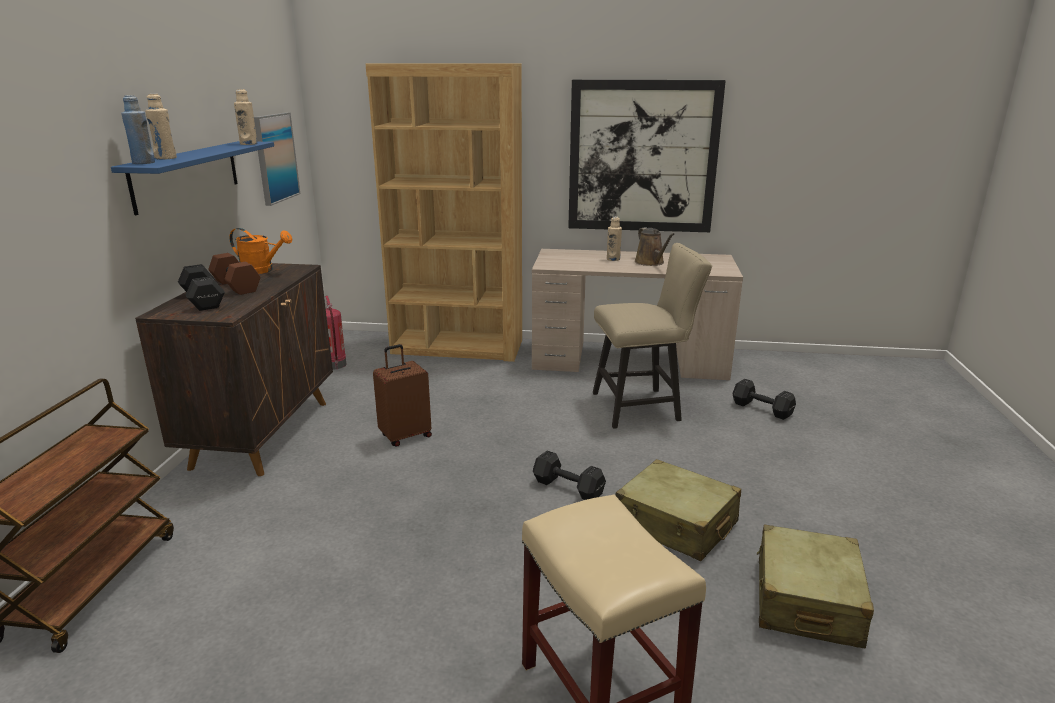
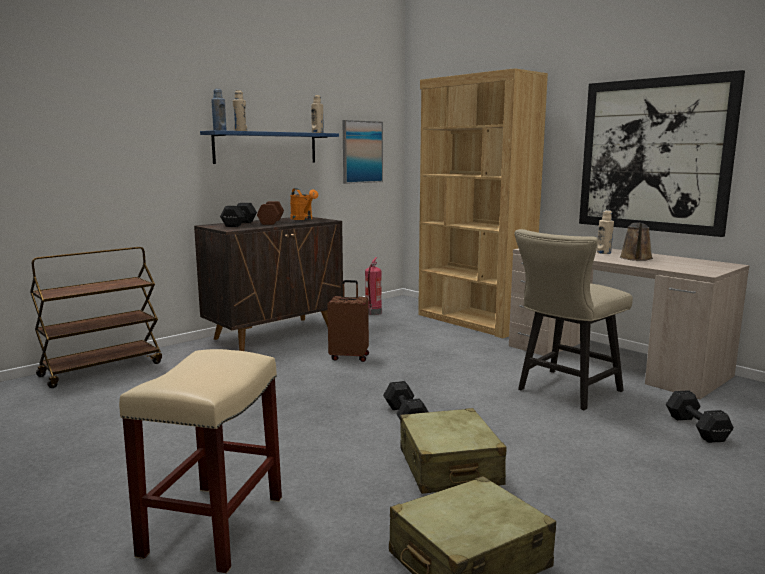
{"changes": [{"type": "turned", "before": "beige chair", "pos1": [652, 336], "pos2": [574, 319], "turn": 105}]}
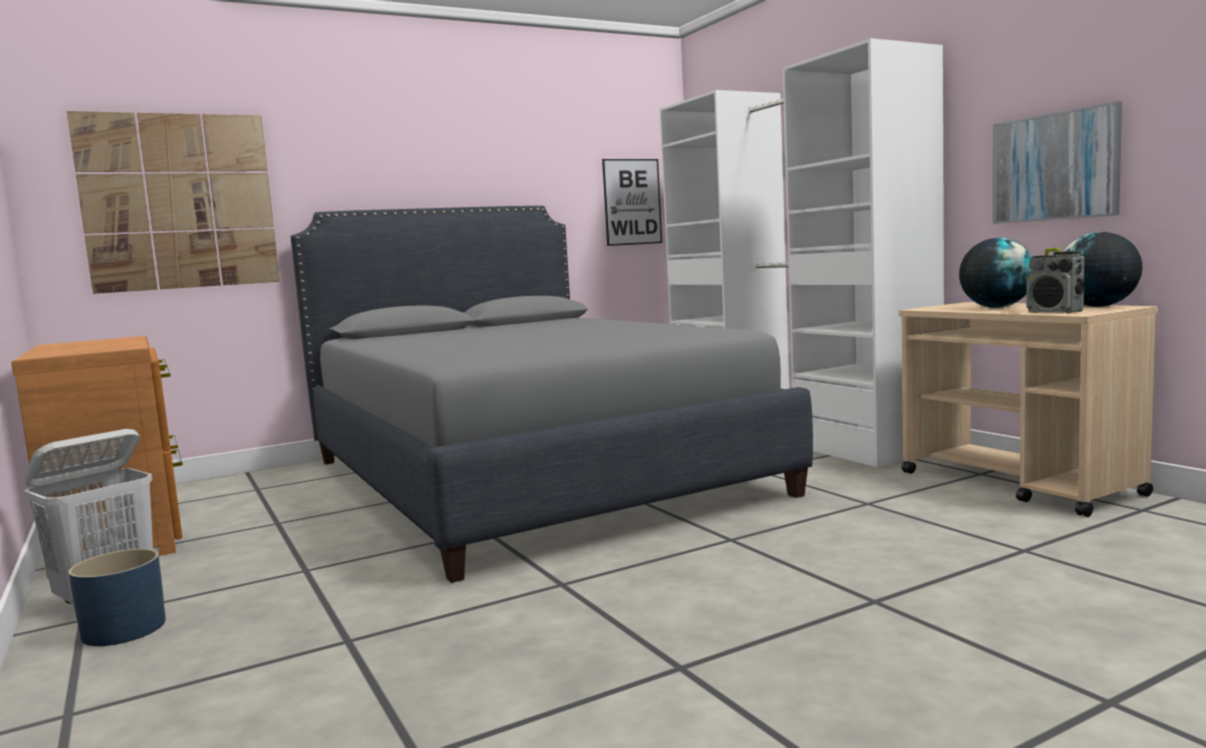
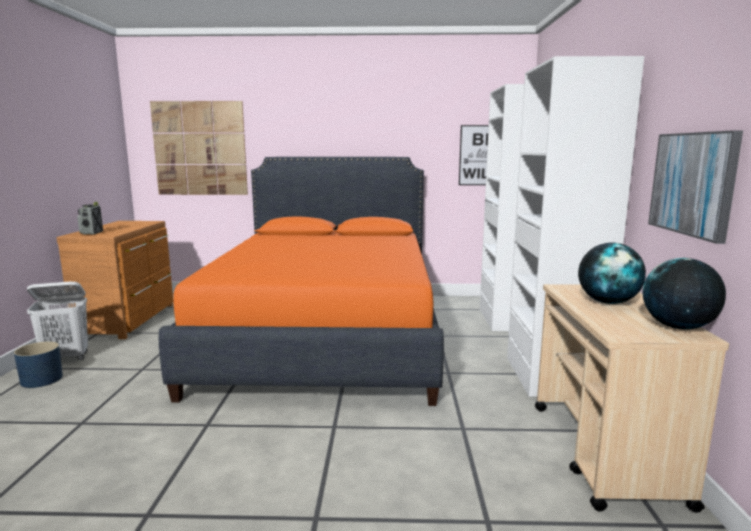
{"changes": [{"type": "moved", "before": "radio", "pos1": [1055, 280], "pos2": [90, 218]}, {"type": "recoloured", "before": "grey bed", "after": "orange bed", "pos1": [552, 394], "pos2": [301, 281]}]}
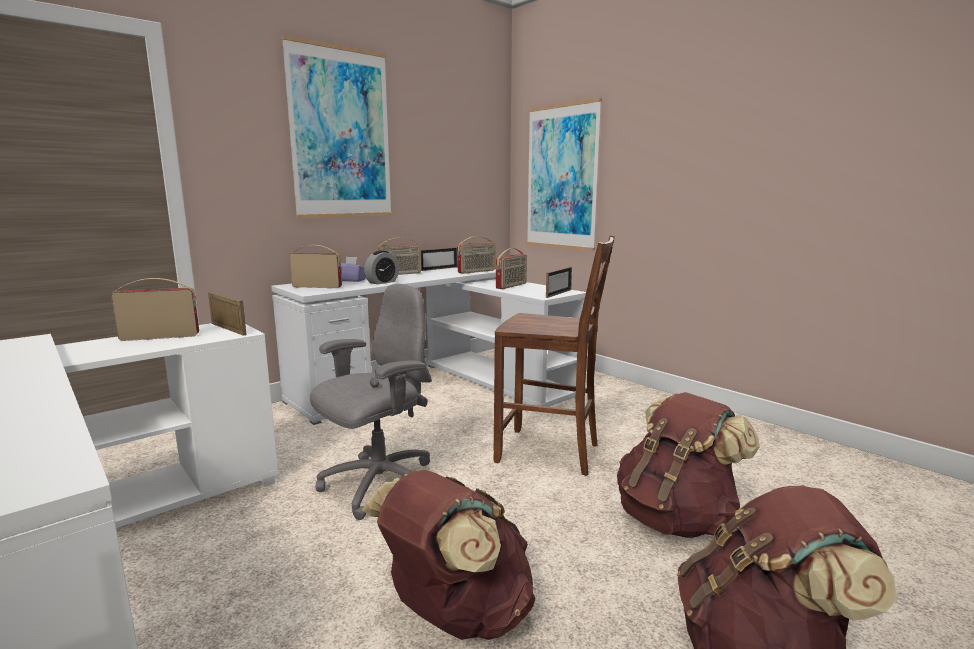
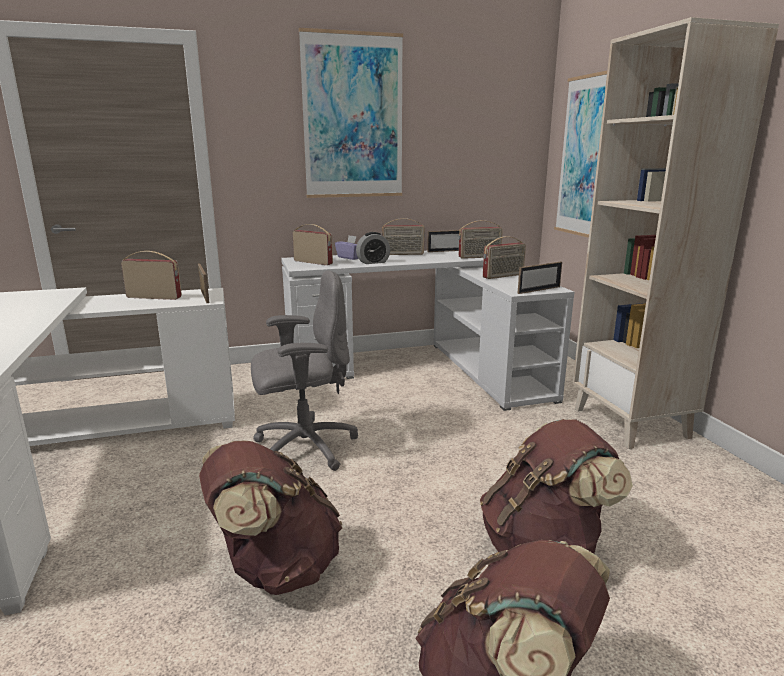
{"changes": [{"type": "removed", "before": "brown chair", "pos1": [554, 356]}, {"type": "added", "after": "beige bookcase", "pos2": [676, 233]}]}
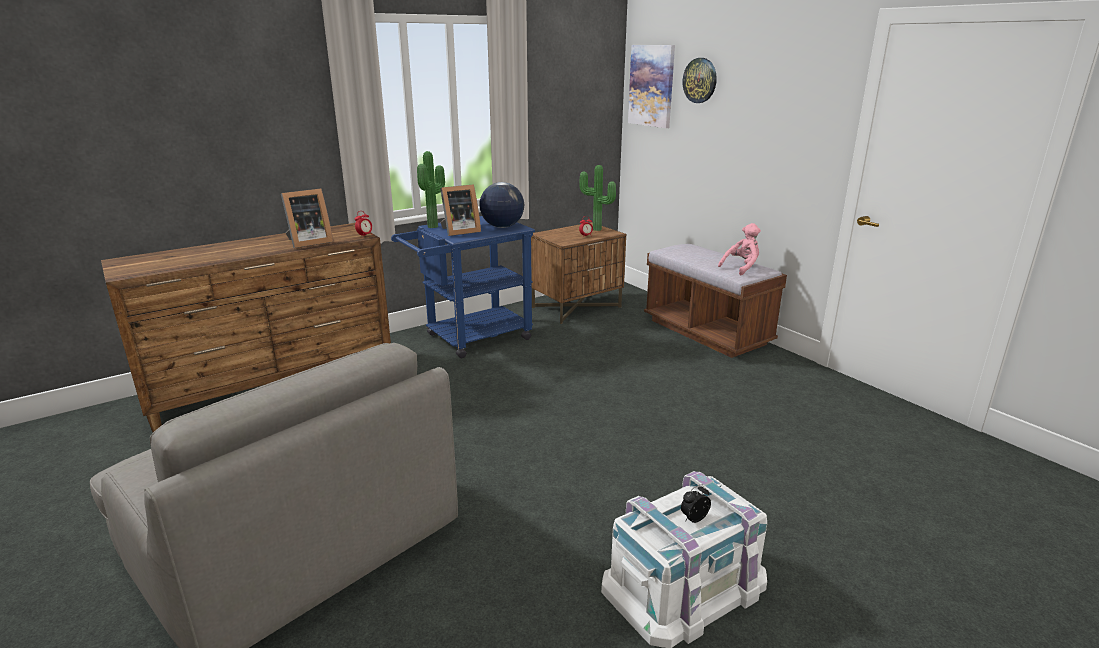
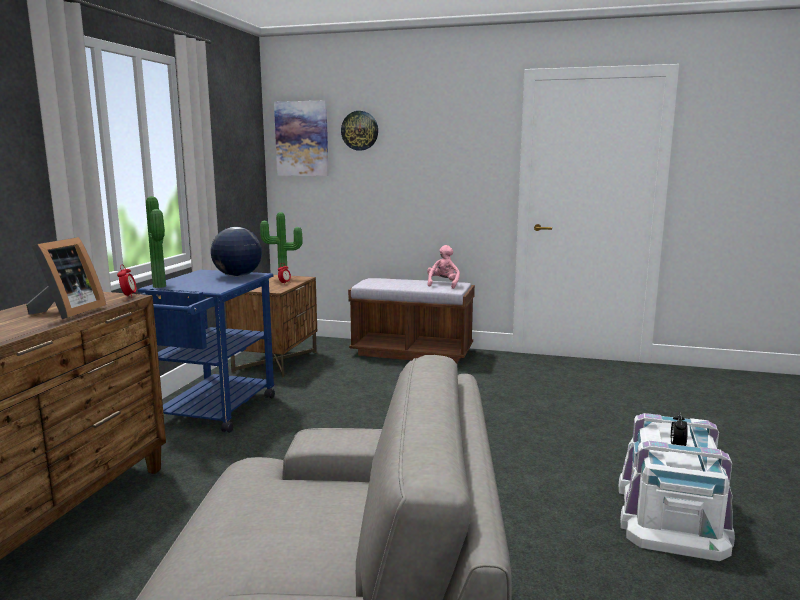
{"changes": [{"type": "removed", "before": "picture frame", "pos1": [460, 210]}]}
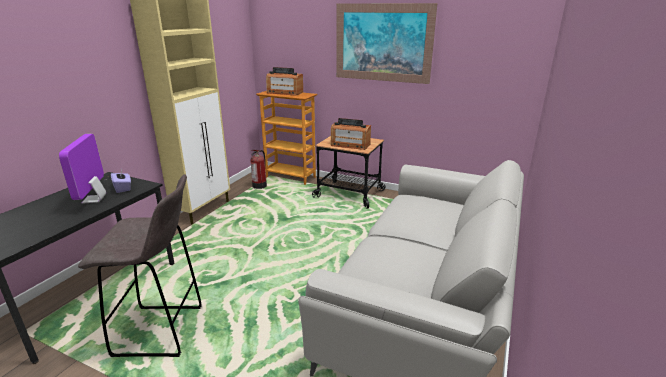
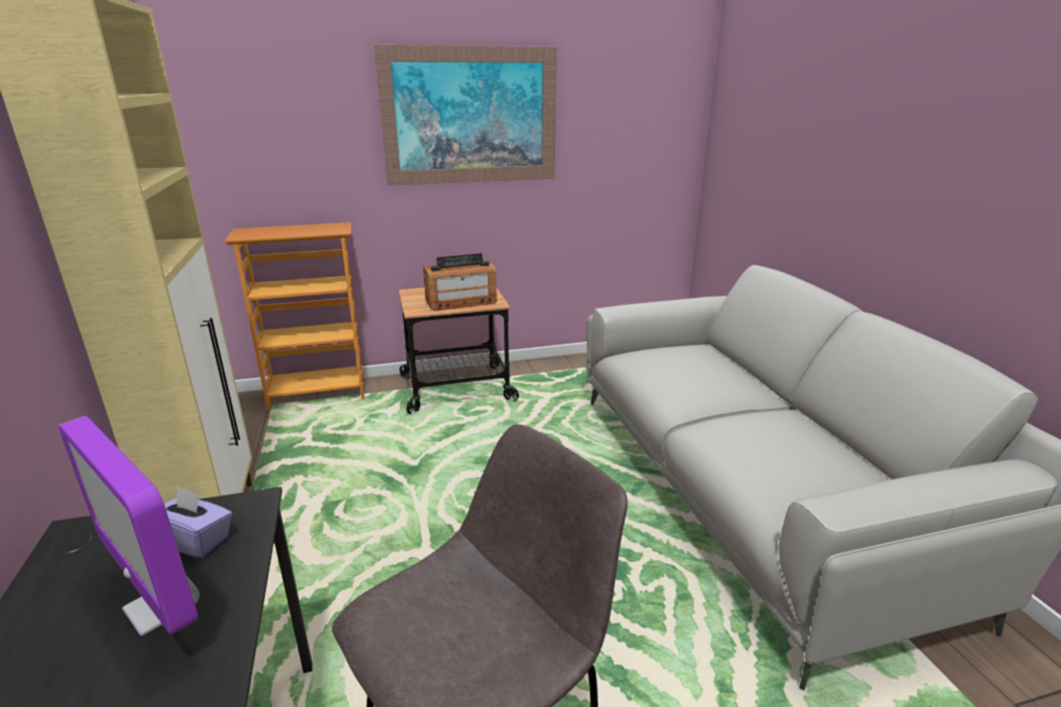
{"changes": [{"type": "removed", "before": "fire extinguisher", "pos1": [258, 169]}, {"type": "removed", "before": "radio", "pos1": [284, 81]}]}
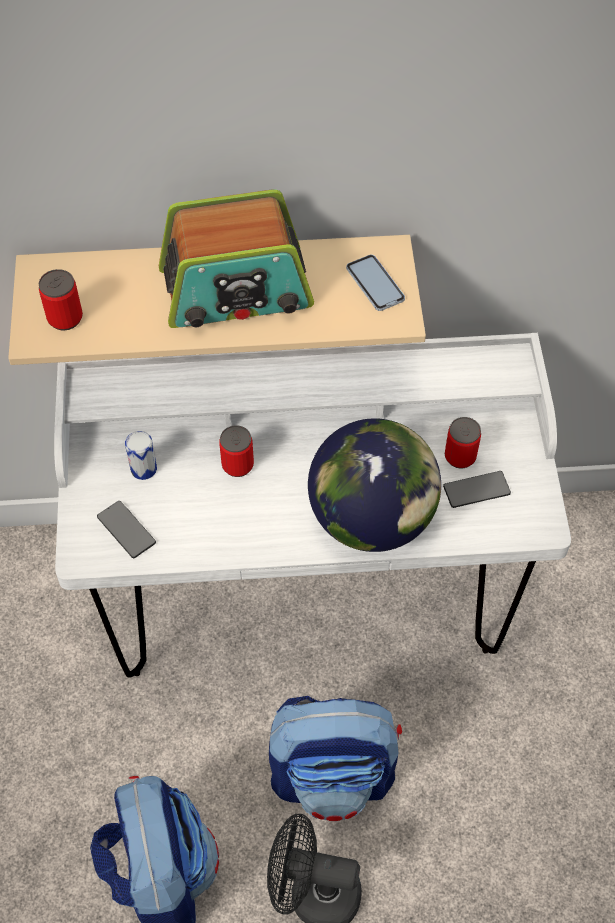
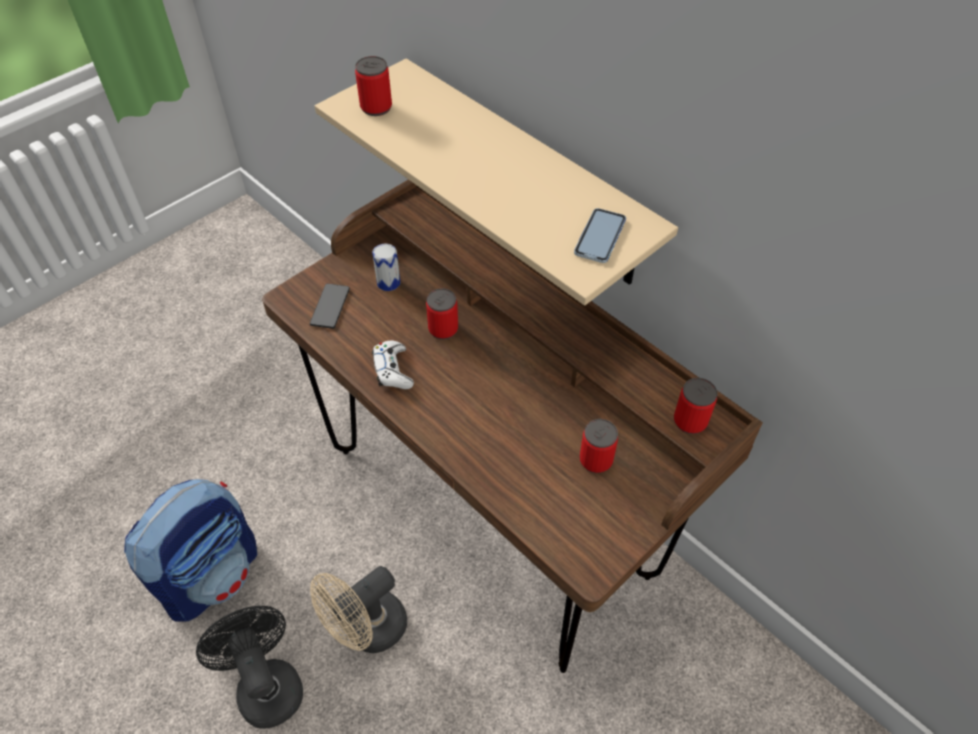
{"changes": [{"type": "removed", "before": "radio", "pos1": [236, 258]}, {"type": "removed", "before": "globe", "pos1": [374, 485]}, {"type": "removed", "before": "phone", "pos1": [477, 489]}, {"type": "added", "after": "white game controller", "pos2": [393, 364]}, {"type": "added", "after": "can", "pos2": [695, 406]}, {"type": "replaced", "before": "backpack", "after": "beige fan", "pos1": [335, 758], "pos2": [358, 609]}, {"type": "recoloured", "before": "white desk", "after": "brown desk", "pos1": [312, 505], "pos2": [512, 426]}]}
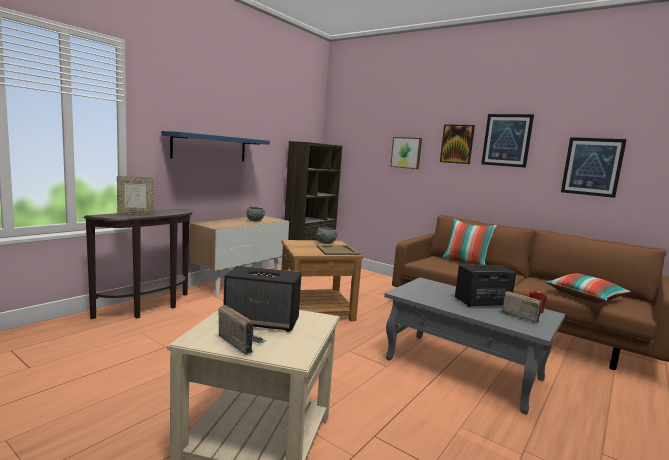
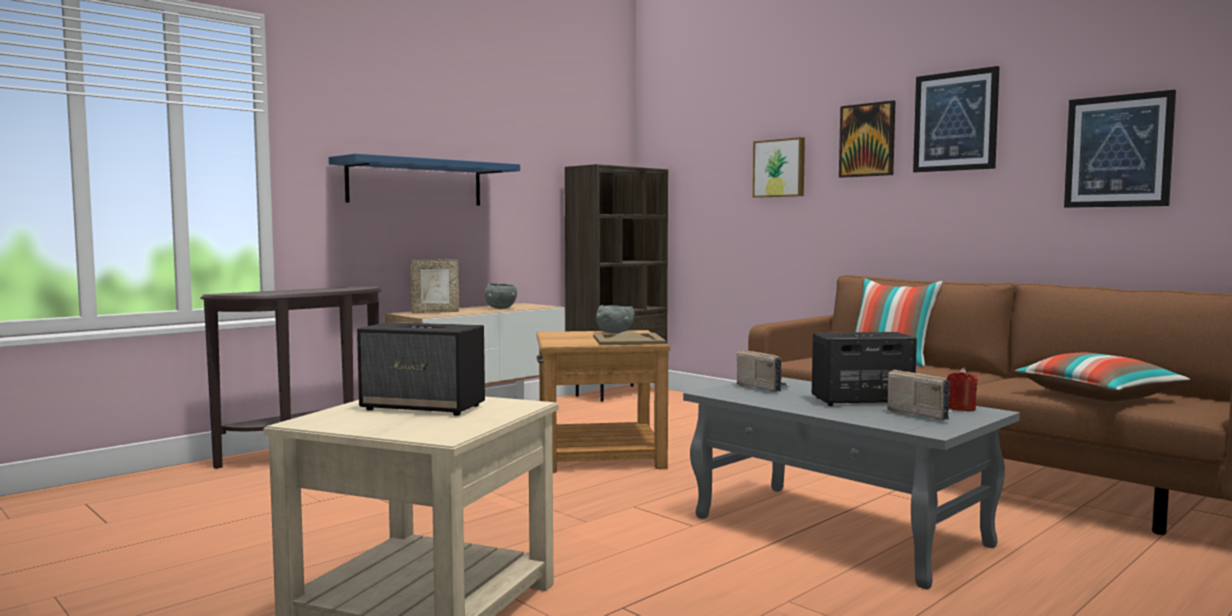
{"changes": [{"type": "moved", "before": "picture frame", "pos1": [135, 195], "pos2": [434, 286]}, {"type": "moved", "before": "radio", "pos1": [242, 330], "pos2": [764, 371]}]}
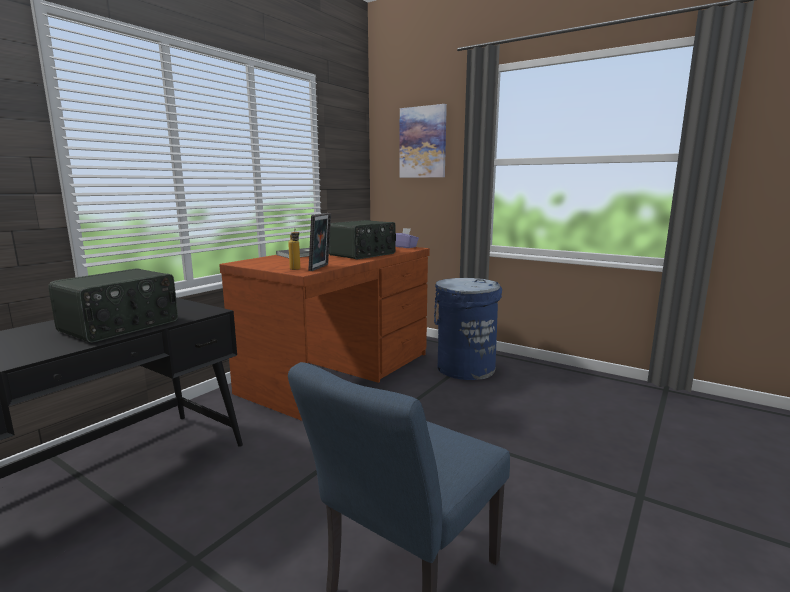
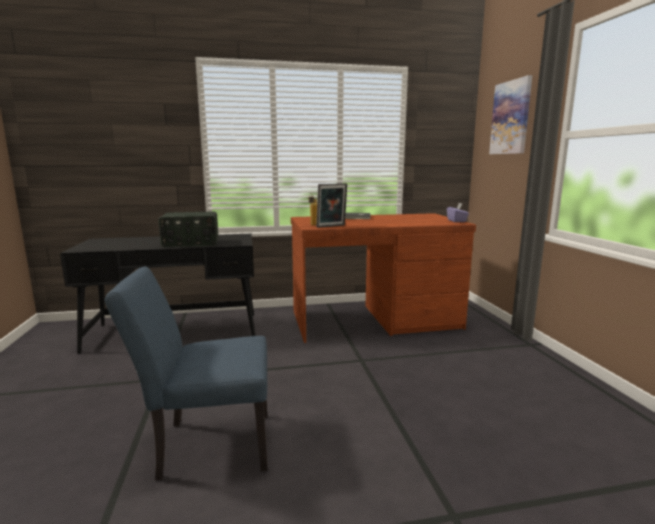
{"changes": [{"type": "removed", "before": "radio", "pos1": [362, 239]}, {"type": "removed", "before": "blue trash can", "pos1": [468, 329]}]}
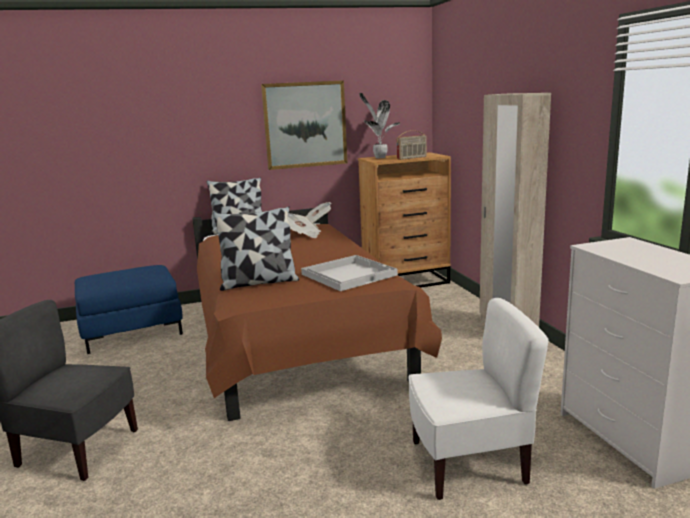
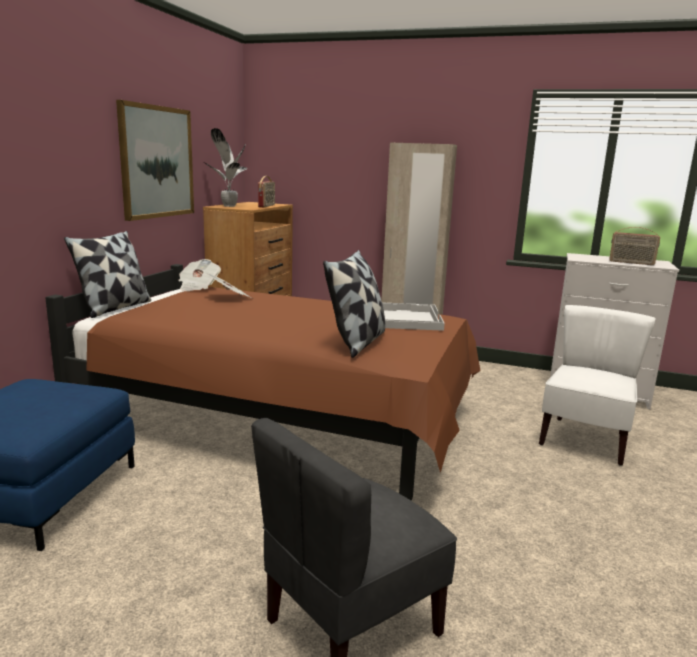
{"changes": [{"type": "added", "after": "radio", "pos2": [634, 246]}]}
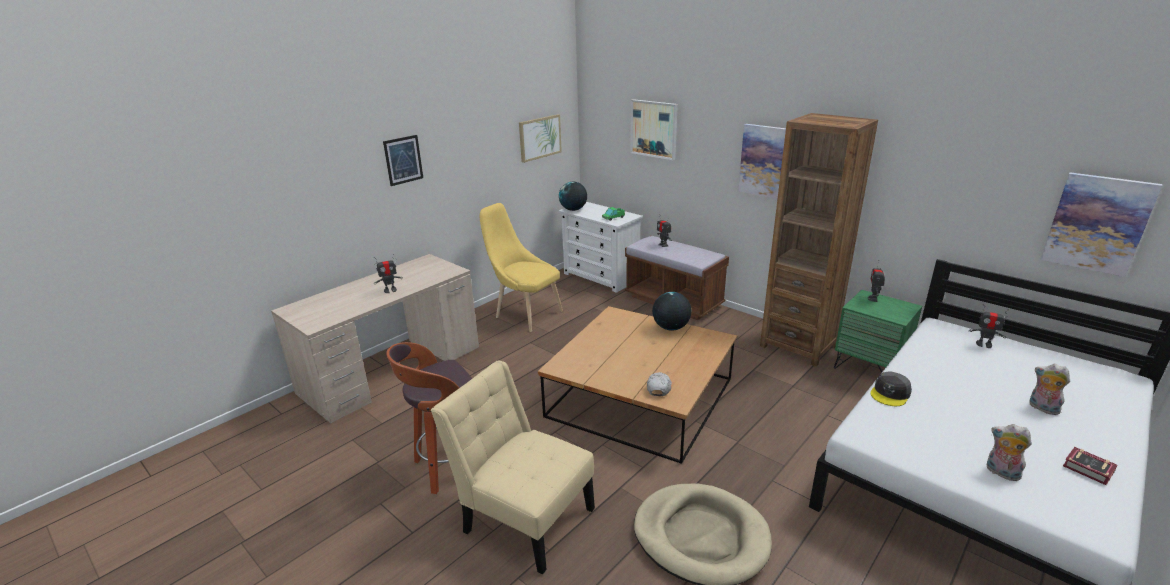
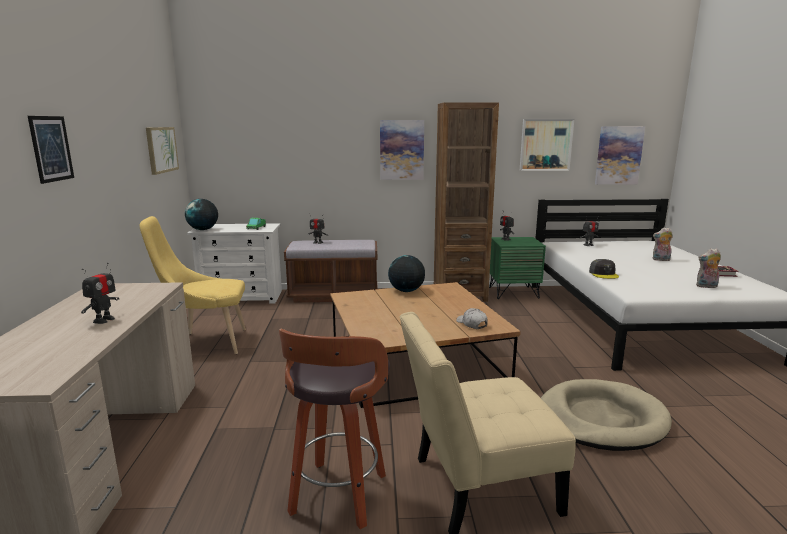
{"changes": [{"type": "moved", "before": "picture", "pos1": [654, 129], "pos2": [547, 145]}]}
